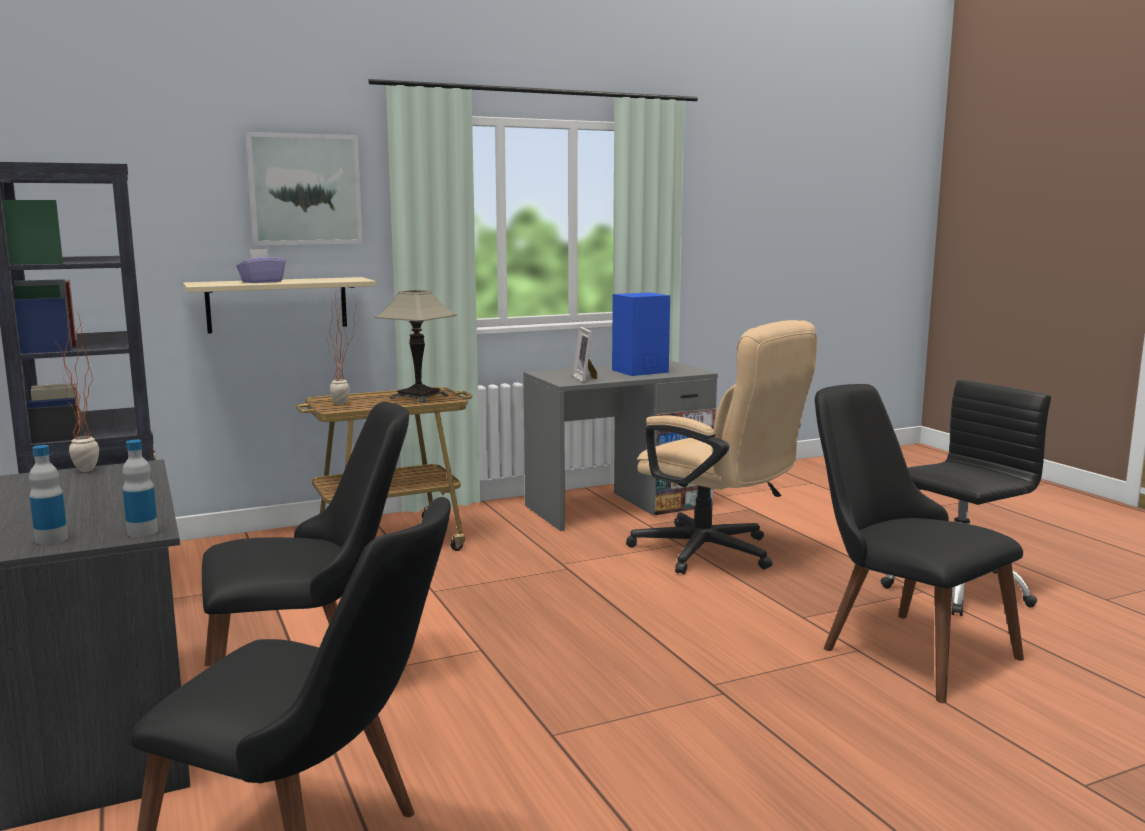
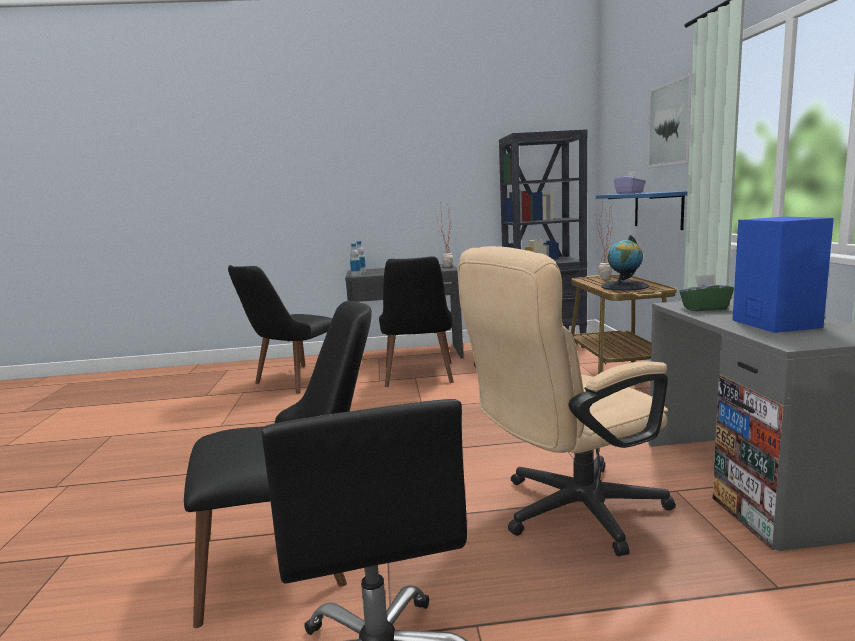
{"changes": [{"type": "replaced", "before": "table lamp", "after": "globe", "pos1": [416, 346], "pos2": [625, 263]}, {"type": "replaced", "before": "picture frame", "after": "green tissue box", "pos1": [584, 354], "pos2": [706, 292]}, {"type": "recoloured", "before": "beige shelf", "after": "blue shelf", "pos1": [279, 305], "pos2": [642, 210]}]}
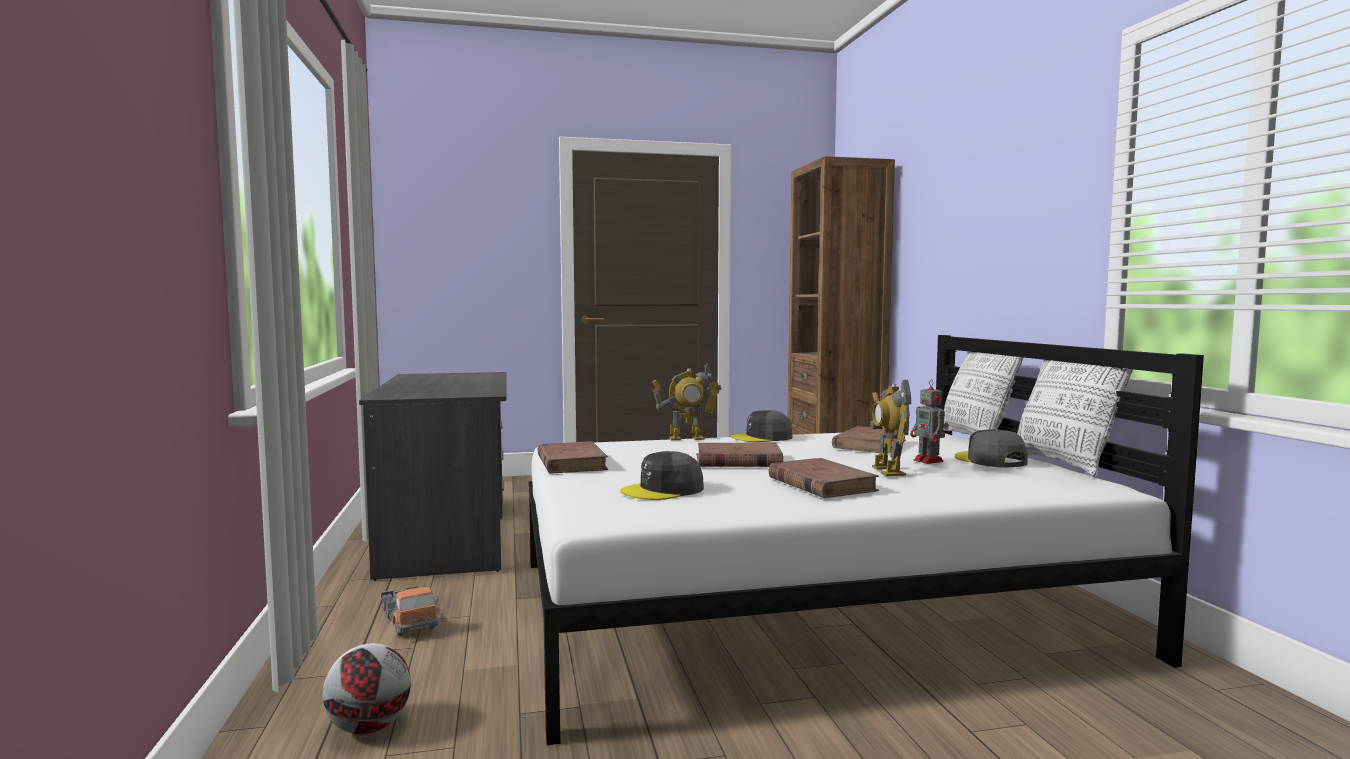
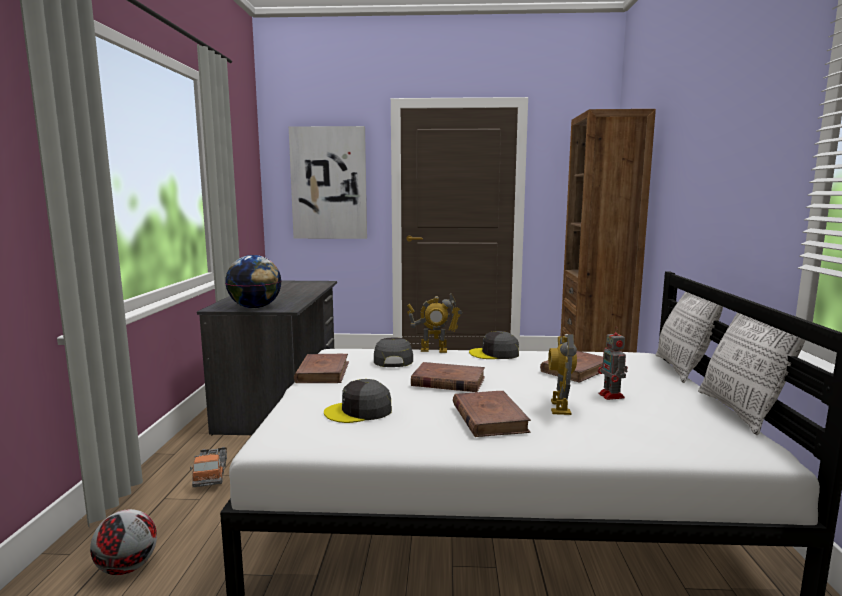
{"changes": [{"type": "added", "after": "globe", "pos2": [253, 281]}, {"type": "added", "after": "picture", "pos2": [328, 182]}, {"type": "moved", "before": "grey cap", "pos1": [991, 448], "pos2": [393, 352]}]}
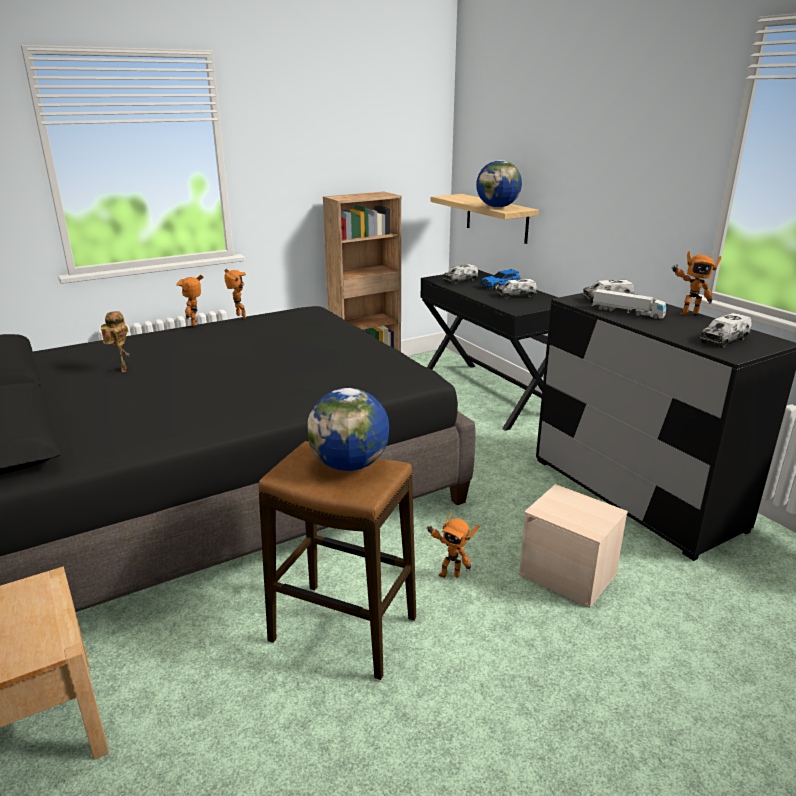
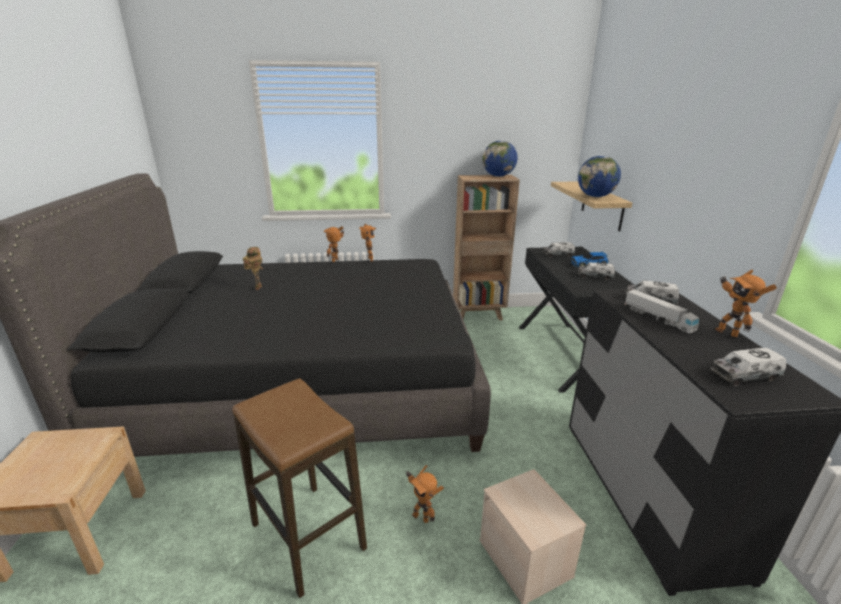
{"changes": [{"type": "moved", "before": "globe", "pos1": [348, 429], "pos2": [499, 158]}, {"type": "turned", "before": "toy robot", "pos1": [696, 283], "pos2": [746, 304], "turn": 45}]}
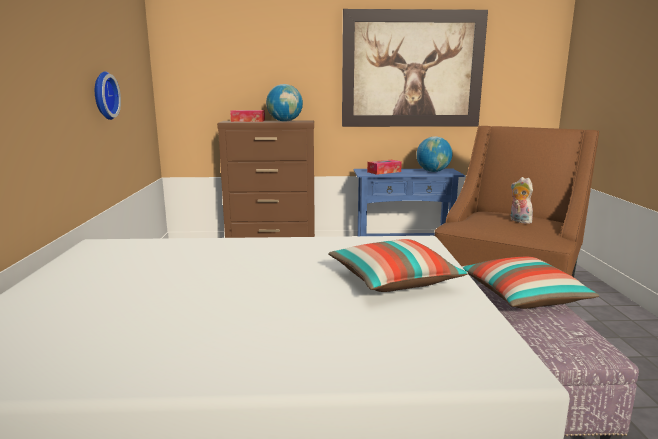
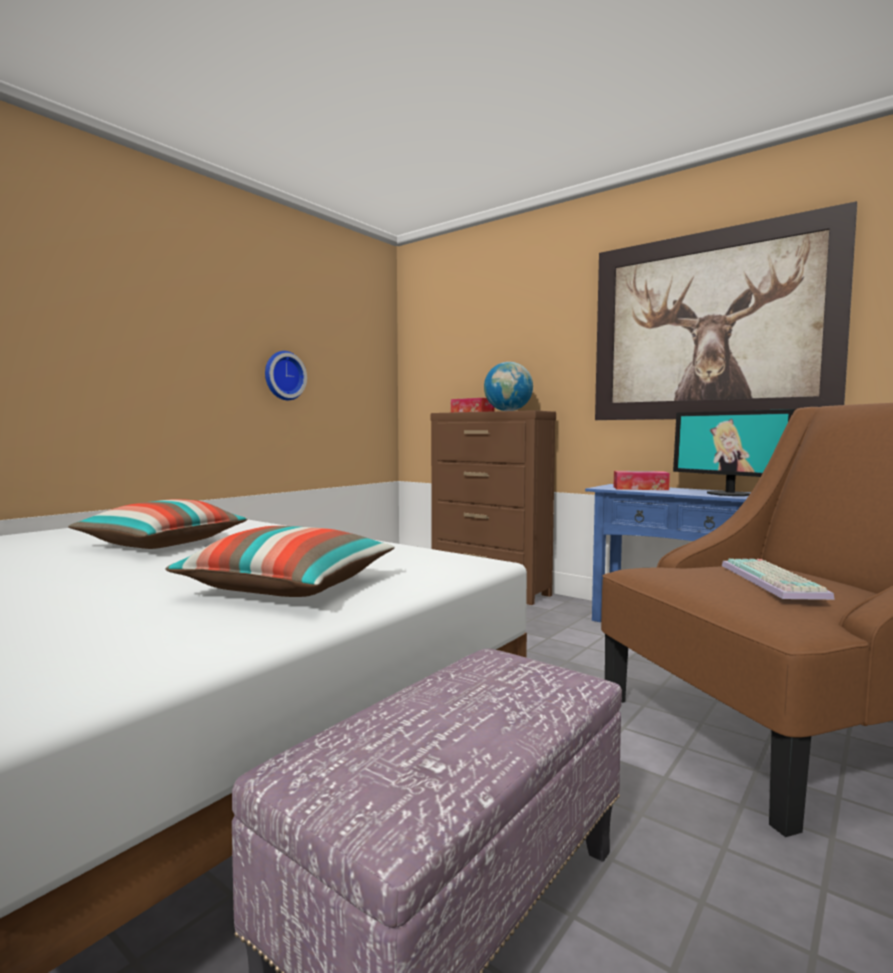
{"changes": [{"type": "moved", "before": "pillow", "pos1": [530, 283], "pos2": [158, 524]}, {"type": "replaced", "before": "globe", "after": "monitor", "pos1": [434, 154], "pos2": [734, 452]}, {"type": "replaced", "before": "plush toy", "after": "keyboard", "pos1": [521, 200], "pos2": [778, 579]}]}
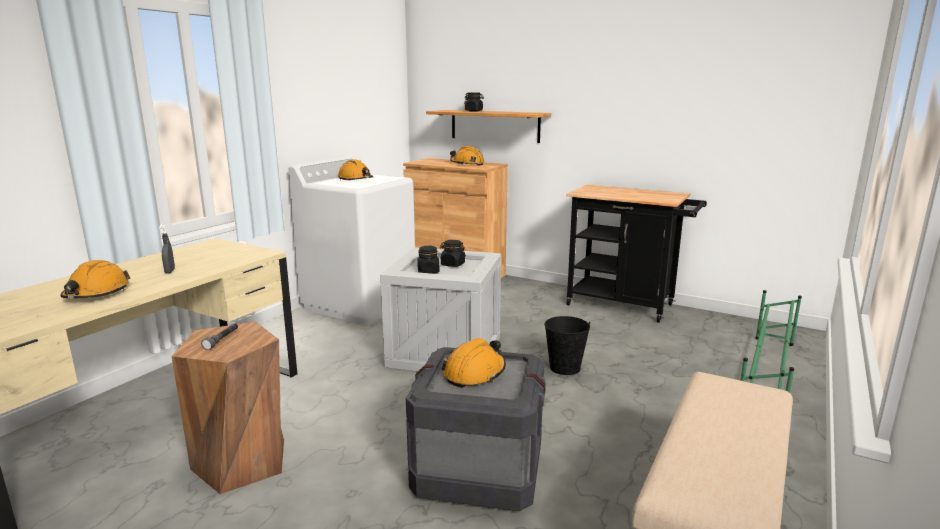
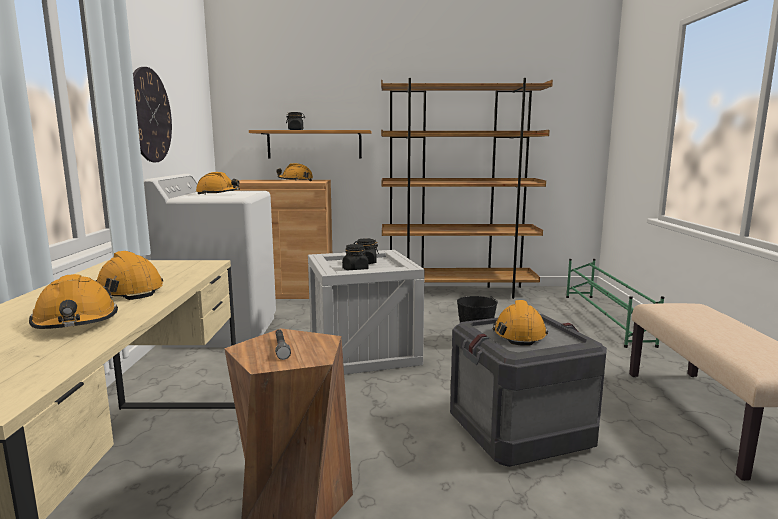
{"changes": [{"type": "added", "after": "wall clock", "pos2": [152, 114]}, {"type": "replaced", "before": "grey spray bottle", "after": "orange hard hat", "pos1": [167, 248], "pos2": [129, 275]}, {"type": "replaced", "before": "black cart", "after": "brown bookcase", "pos1": [636, 254], "pos2": [467, 188]}]}
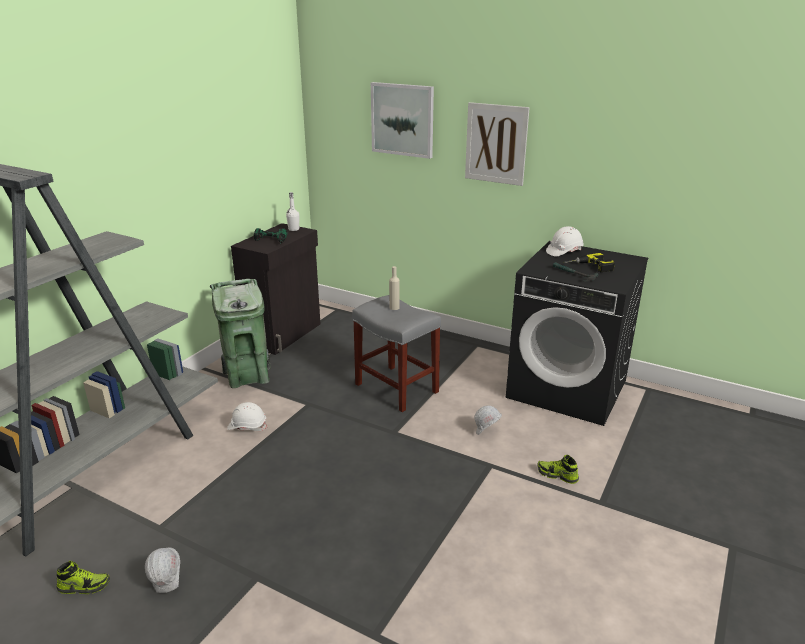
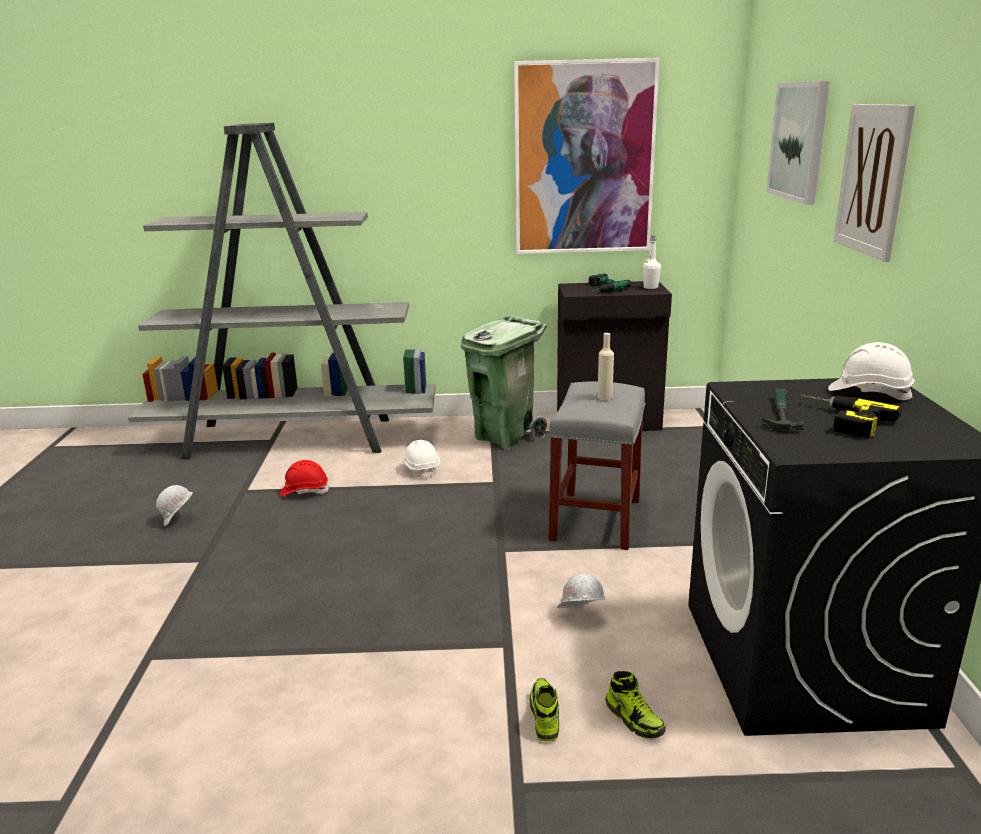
{"changes": [{"type": "added", "after": "red hard hat", "pos2": [304, 478]}, {"type": "added", "after": "picture", "pos2": [586, 156]}, {"type": "moved", "before": "shoe", "pos1": [83, 577], "pos2": [635, 705]}]}
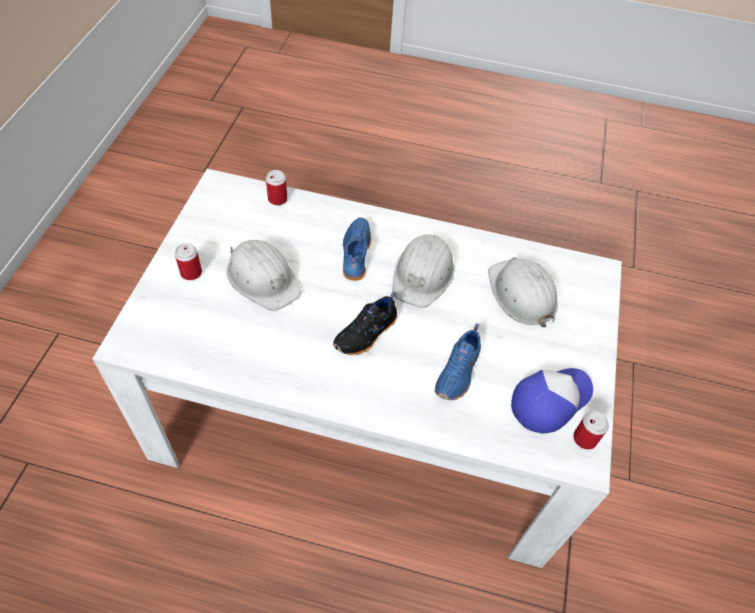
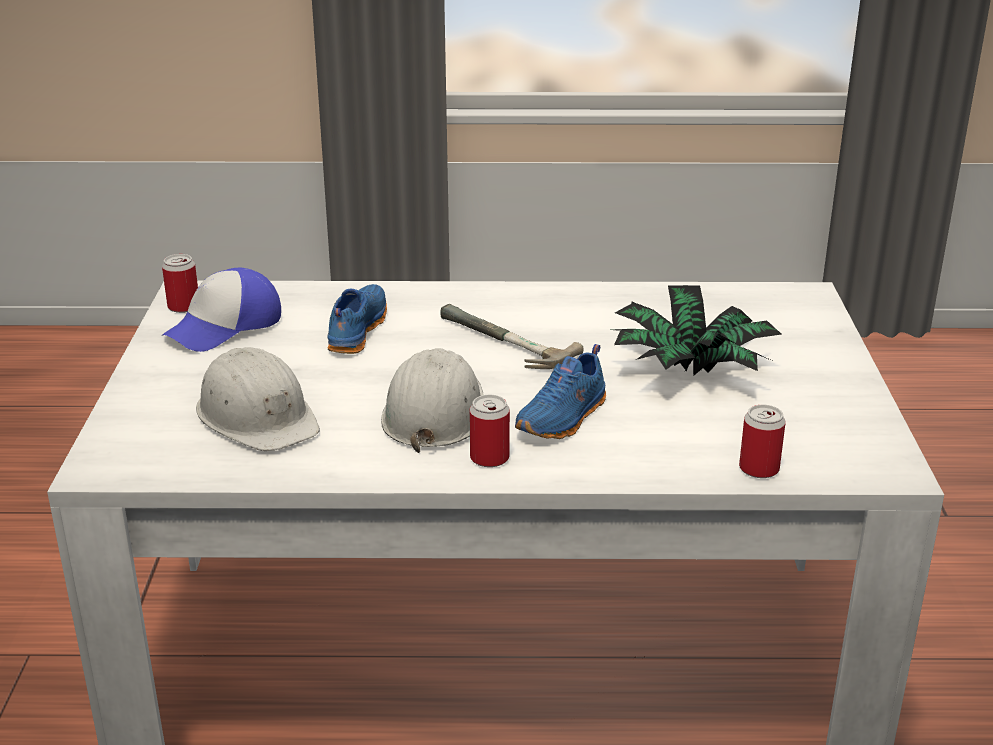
{"changes": [{"type": "moved", "before": "can", "pos1": [188, 261], "pos2": [490, 431]}, {"type": "replaced", "before": "white hard hat", "after": "potted plant", "pos1": [264, 275], "pos2": [697, 330]}, {"type": "replaced", "before": "black shoe", "after": "hammer", "pos1": [365, 323], "pos2": [512, 336]}, {"type": "turned", "before": "blue shoe", "pos1": [357, 249], "pos2": [560, 391], "turn": 45}]}
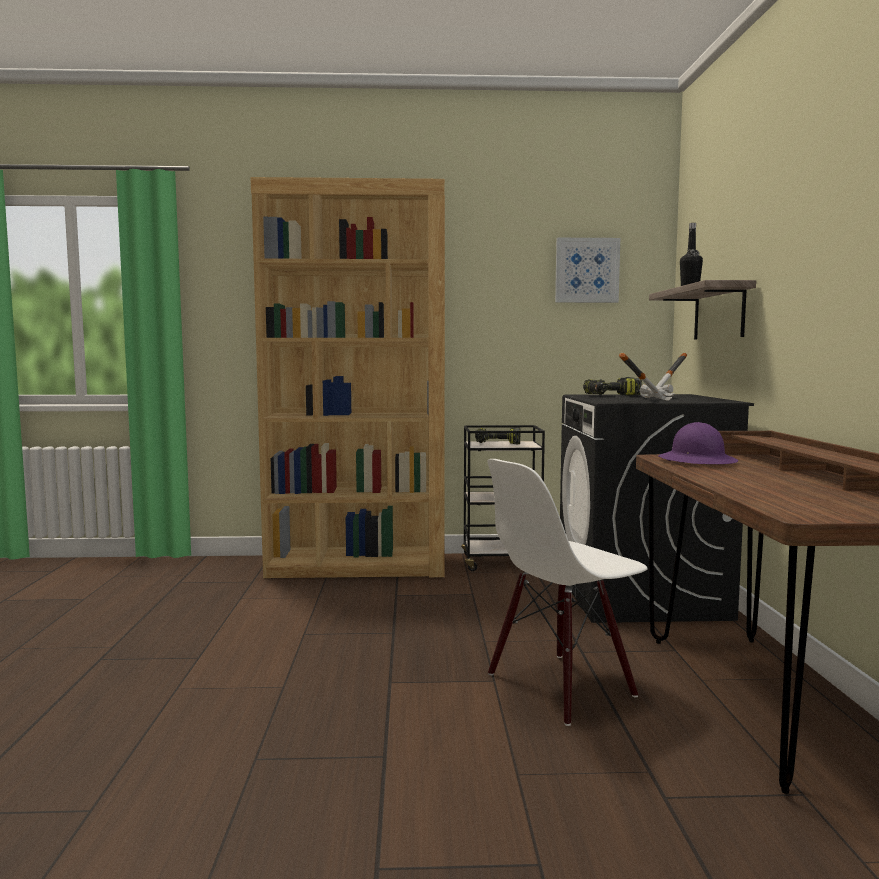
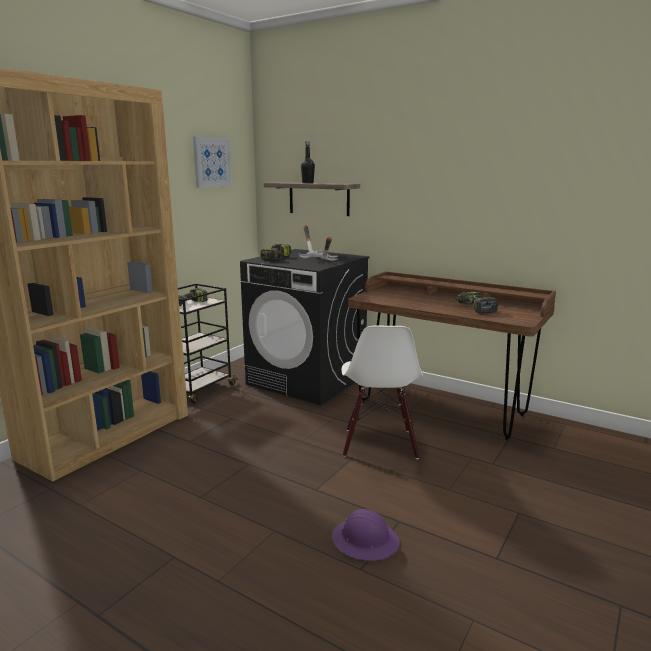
{"changes": [{"type": "added", "after": "power drill", "pos2": [476, 302]}, {"type": "moved", "before": "purple hard hat", "pos1": [698, 443], "pos2": [365, 535]}]}
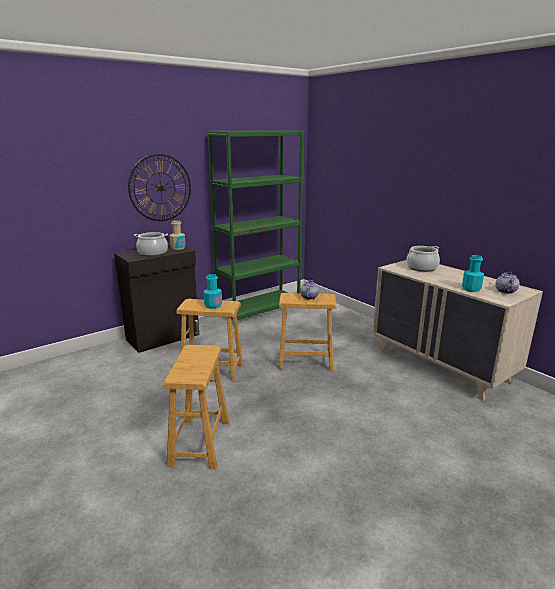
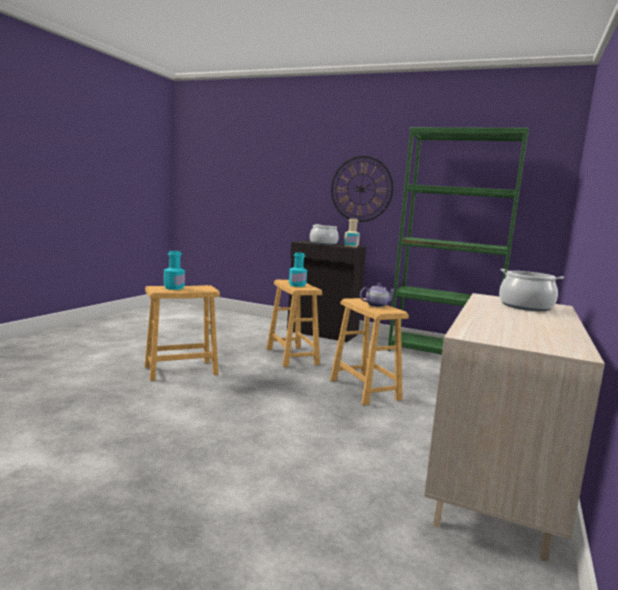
{"changes": [{"type": "removed", "before": "teapot", "pos1": [507, 283]}, {"type": "moved", "before": "turquoise bottle", "pos1": [473, 273], "pos2": [174, 270]}]}
